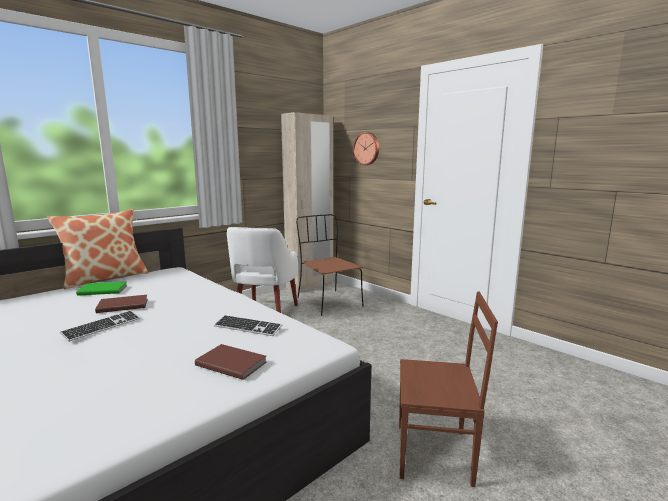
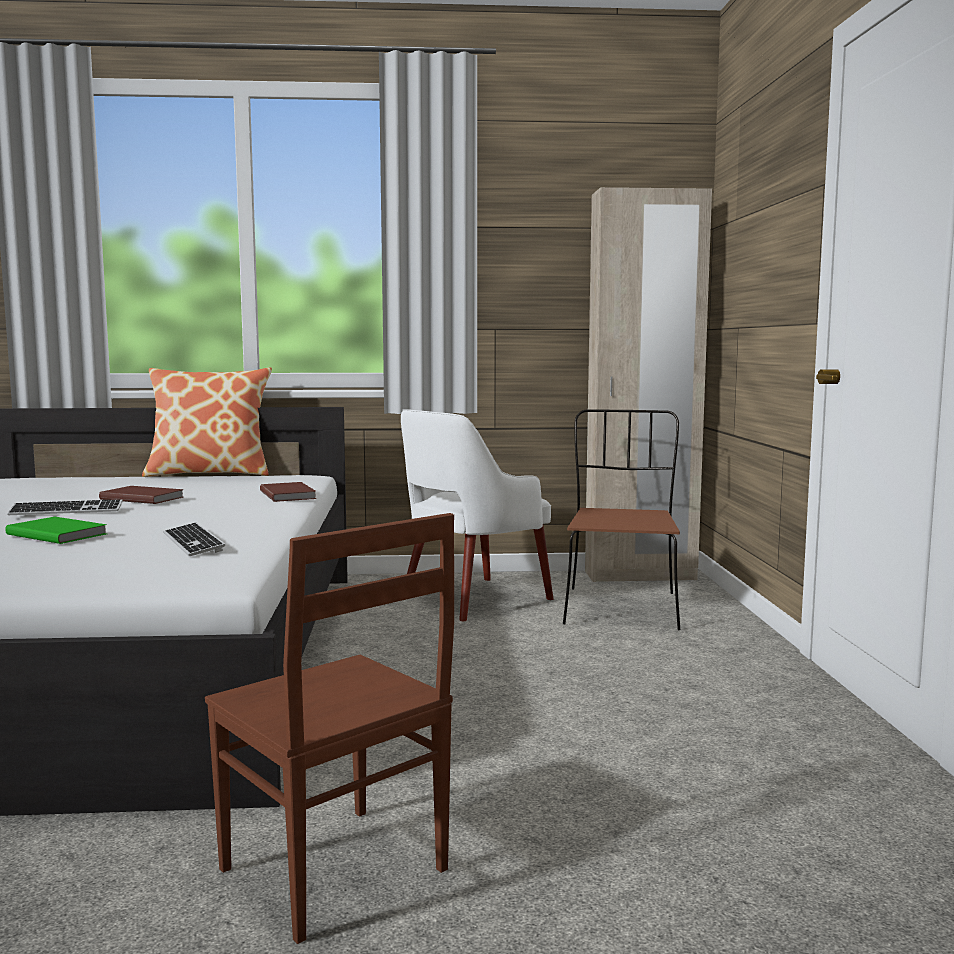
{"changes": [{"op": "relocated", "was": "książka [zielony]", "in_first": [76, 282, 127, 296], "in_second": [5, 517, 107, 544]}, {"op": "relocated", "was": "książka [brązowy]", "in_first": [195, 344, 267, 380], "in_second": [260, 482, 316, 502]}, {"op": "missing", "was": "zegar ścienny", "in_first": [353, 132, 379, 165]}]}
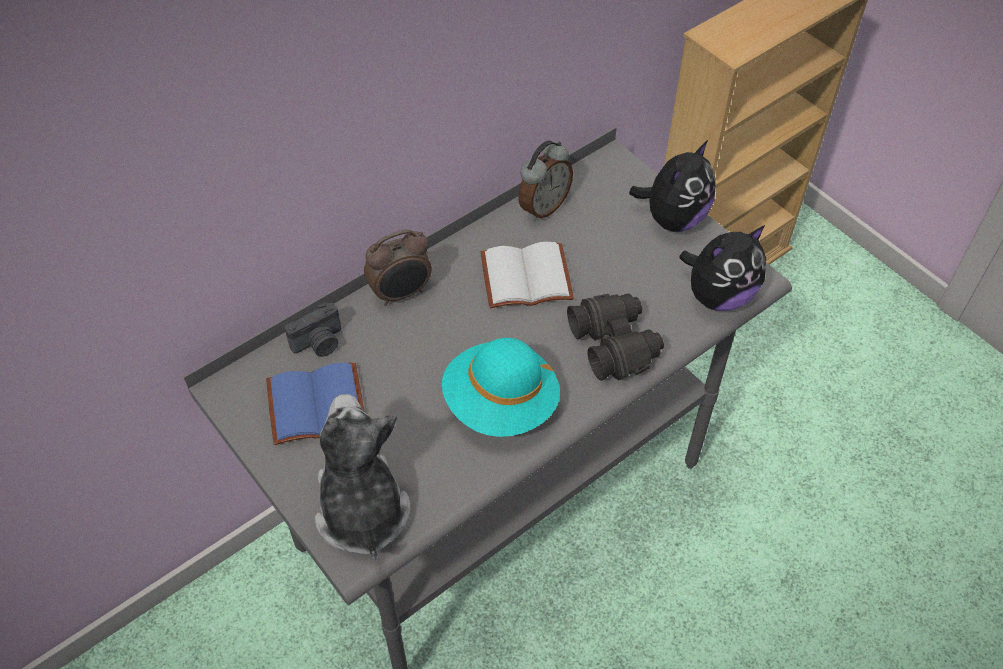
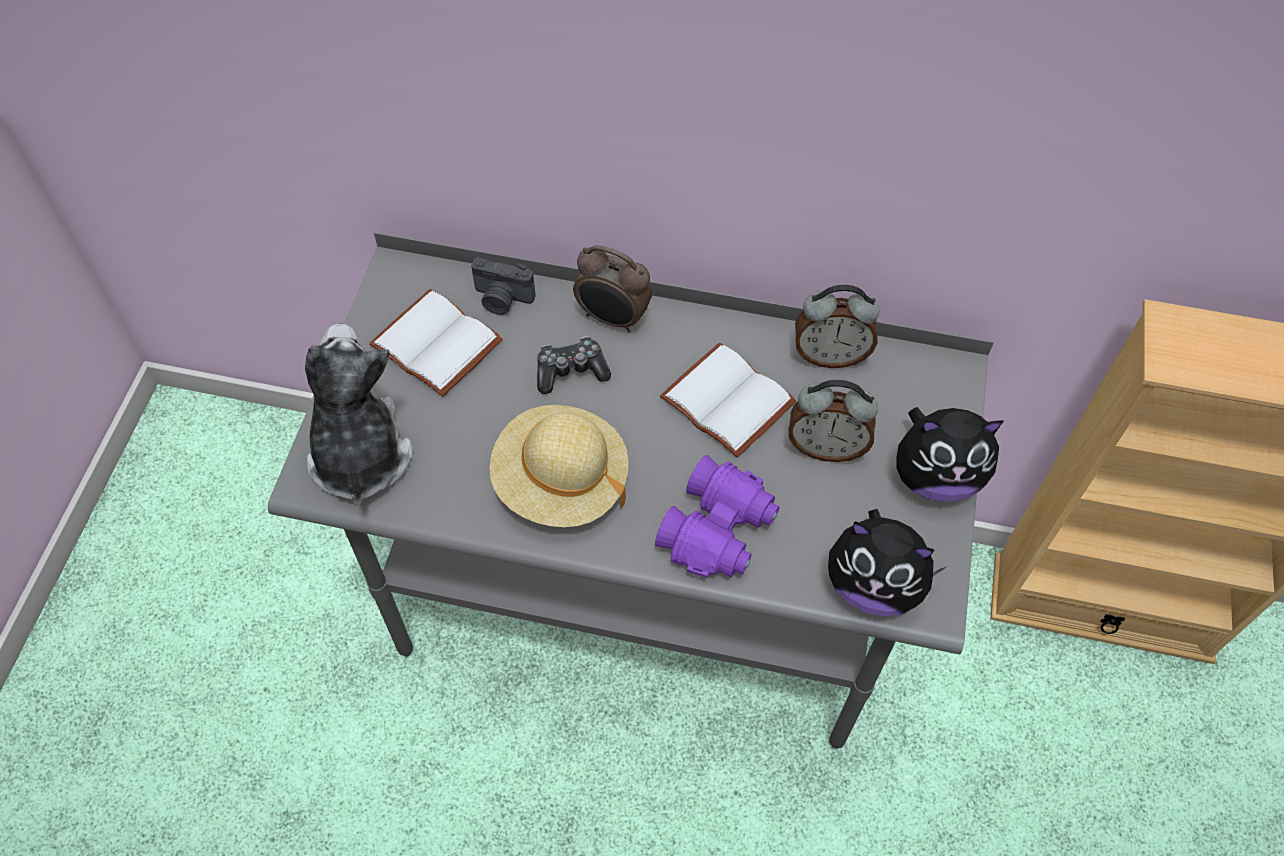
{"changes": [{"op": "spun", "was": "pluszak", "in_first": [314, 394, 410, 560], "in_second": [305, 323, 412, 506], "clockwise": -45}, {"op": "colour", "was": "książka [niebieski]", "now": "książka [biały]", "in_first": [266, 362, 364, 445], "in_second": [369, 289, 503, 397]}, {"op": "colour", "was": "kapelusz [turkusowy]", "now": "kapelusz [beżowy]", "in_first": [442, 338, 560, 437], "in_second": [490, 405, 629, 527]}, {"op": "appeared", "now": "pad do gier", "in_second": [537, 336, 611, 394]}, {"op": "colour", "was": "lornetka [czarny]", "now": "lornetka [fioletowy]", "in_first": [567, 293, 664, 381], "in_second": [655, 455, 779, 578]}, {"op": "appeared", "now": "budzik", "in_second": [788, 380, 878, 462]}]}
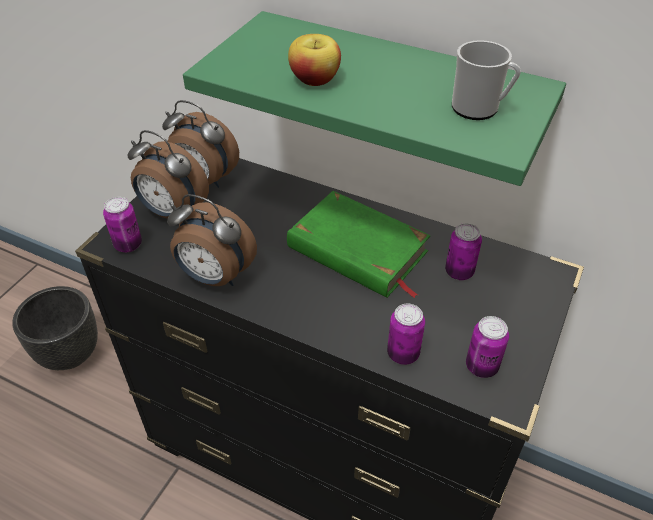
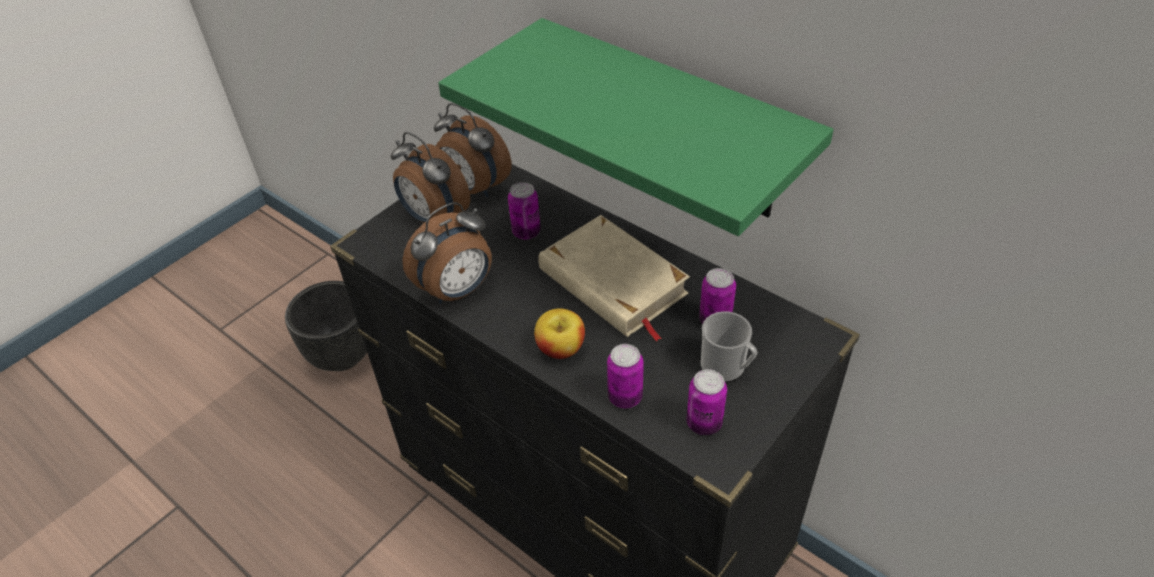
{"changes": [{"op": "spun", "was": "budzik", "in_first": [167, 194, 257, 286], "in_second": [402, 202, 492, 304], "clockwise": -75}, {"op": "relocated", "was": "puszka", "in_first": [103, 197, 142, 252], "in_second": [508, 182, 541, 240]}, {"op": "relocated", "was": "jabłko", "in_first": [288, 34, 341, 86], "in_second": [534, 308, 585, 359]}, {"op": "colour", "was": "książka [zielony]", "now": "książka [beżowy]", "in_first": [287, 191, 431, 298], "in_second": [539, 215, 690, 341]}, {"op": "relocated", "was": "kubek", "in_first": [452, 40, 521, 120], "in_second": [701, 311, 757, 383]}]}
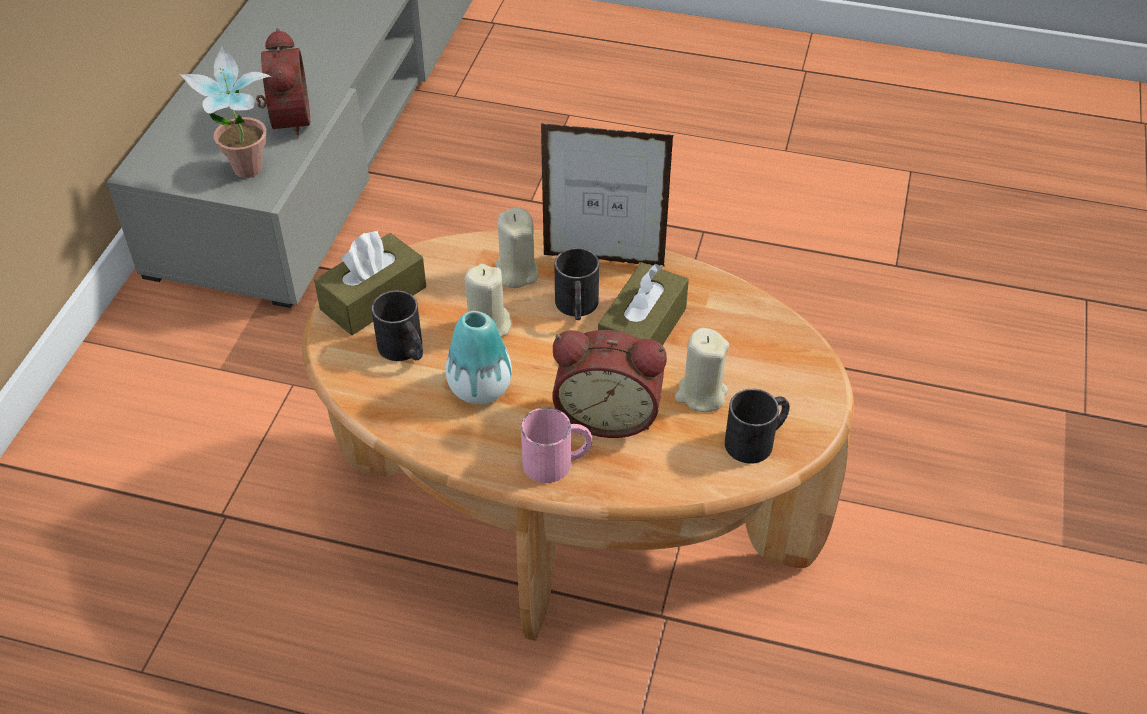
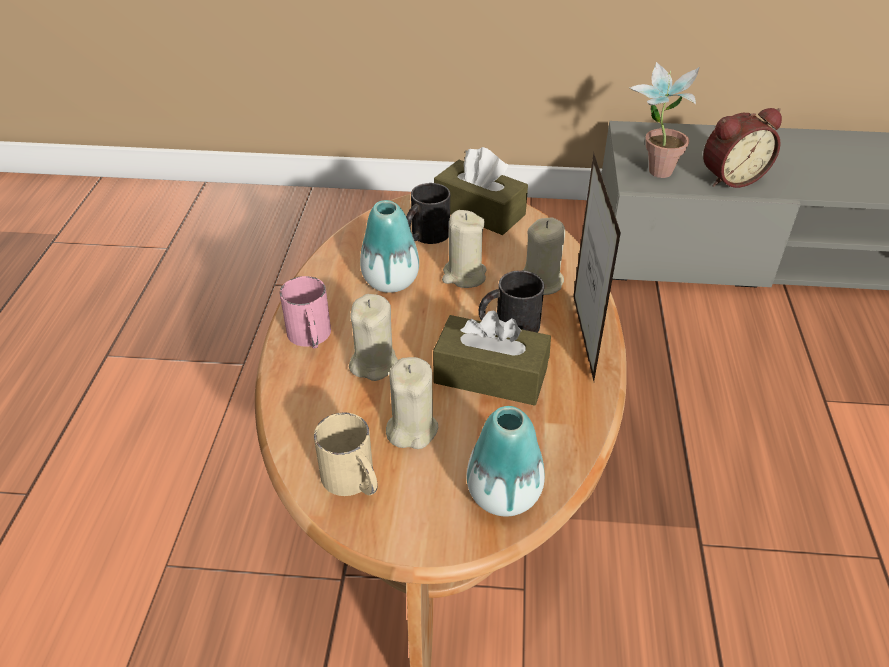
{"changes": [{"op": "colour", "was": "kubek [czarny]", "now": "kubek [beżowy]", "in_first": [725, 389, 790, 464], "in_second": [314, 412, 377, 496]}, {"op": "exchanged", "was": "budzik", "now": "świeca [beżowy]", "in_first": [552, 330, 667, 438], "in_second": [349, 294, 398, 381]}, {"op": "appeared", "now": "wazon", "in_second": [467, 406, 545, 516]}]}
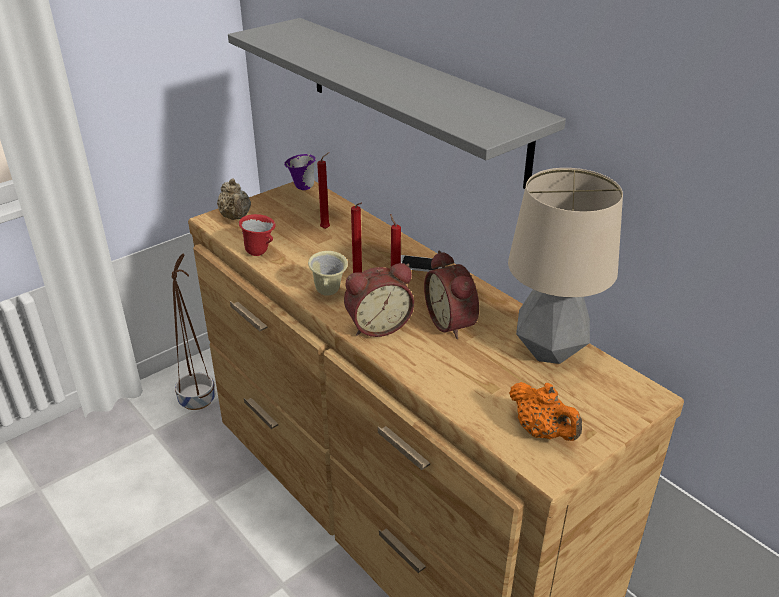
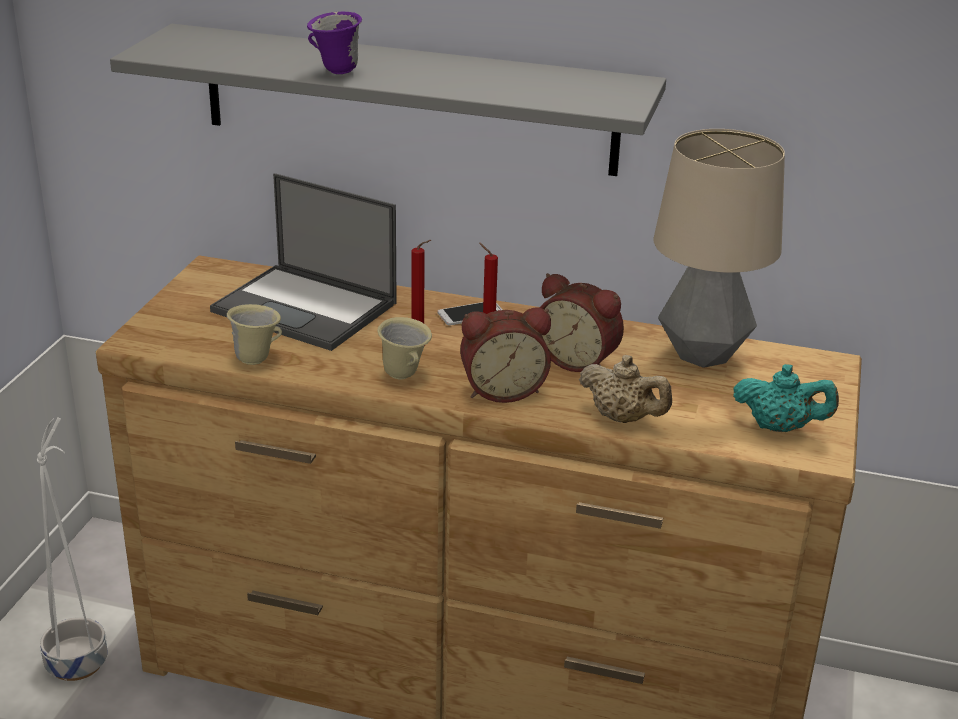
{"changes": [{"op": "colour", "was": "donica [brązowy]", "now": "donica [biały]", "in_first": [172, 253, 215, 410], "in_second": [37, 418, 108, 681]}, {"op": "exchanged", "was": "świeca [czerwony]", "now": "laptop", "in_first": [317, 152, 330, 229], "in_second": [210, 173, 397, 351]}, {"op": "colour", "was": "kubek [czerwony]", "now": "kubek [beżowy]", "in_first": [239, 214, 276, 256], "in_second": [227, 304, 282, 365]}, {"op": "relocated", "was": "kubek [fioletowy]", "in_first": [284, 154, 316, 190], "in_second": [307, 12, 362, 74]}, {"op": "spun", "was": "budzik", "in_first": [344, 263, 414, 337], "in_second": [460, 307, 551, 403], "clockwise": 45}, {"op": "relocated", "was": "imbryk [beżowy]", "in_first": [217, 178, 251, 220], "in_second": [579, 355, 672, 423]}, {"op": "colour", "was": "imbryk [pomarańczowy]", "now": "imbryk [turkusowy]", "in_first": [509, 382, 582, 441], "in_second": [733, 364, 839, 432]}]}
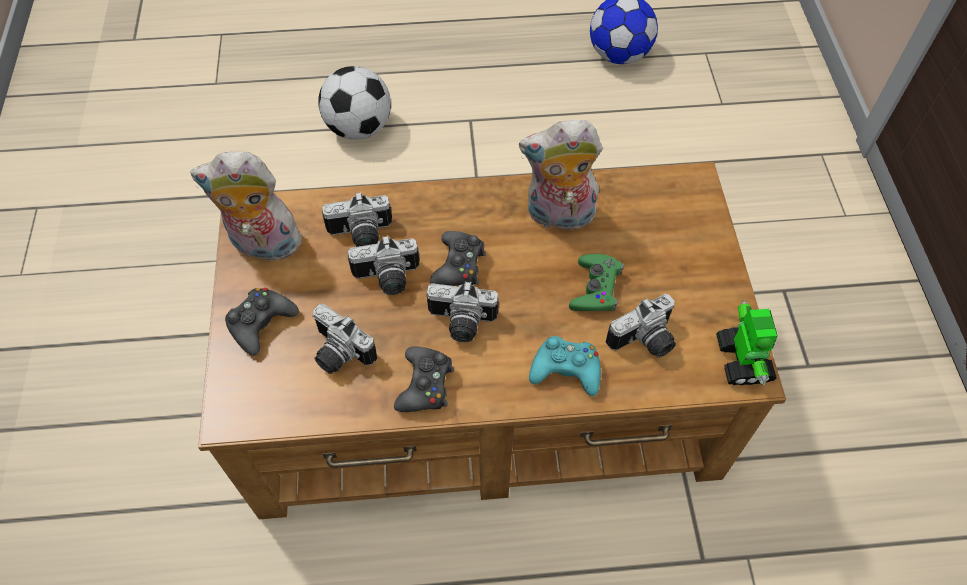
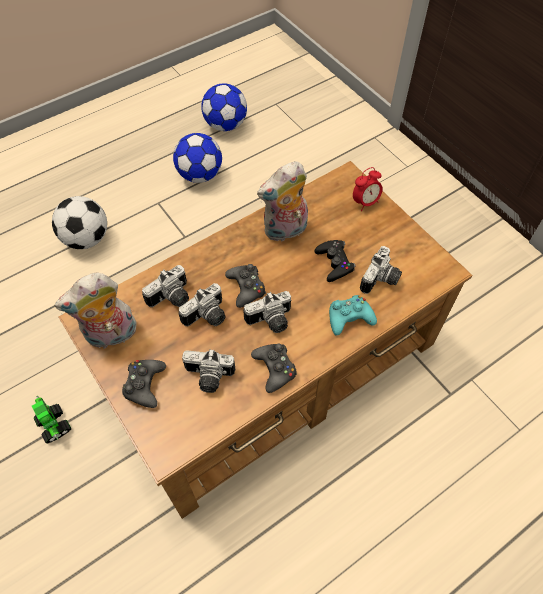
{"changes": [{"op": "relocated", "was": "robot zabawkowy", "in_first": [716, 300, 778, 386], "in_second": [32, 396, 71, 444]}, {"op": "appeared", "now": "piłka futbolowa", "in_second": [173, 133, 222, 183]}, {"op": "colour", "was": "pad do gier [zielony]", "now": "pad do gier [czarny]", "in_first": [569, 254, 624, 311], "in_second": [315, 240, 356, 282]}, {"op": "appeared", "now": "budzik", "in_second": [353, 167, 383, 211]}]}
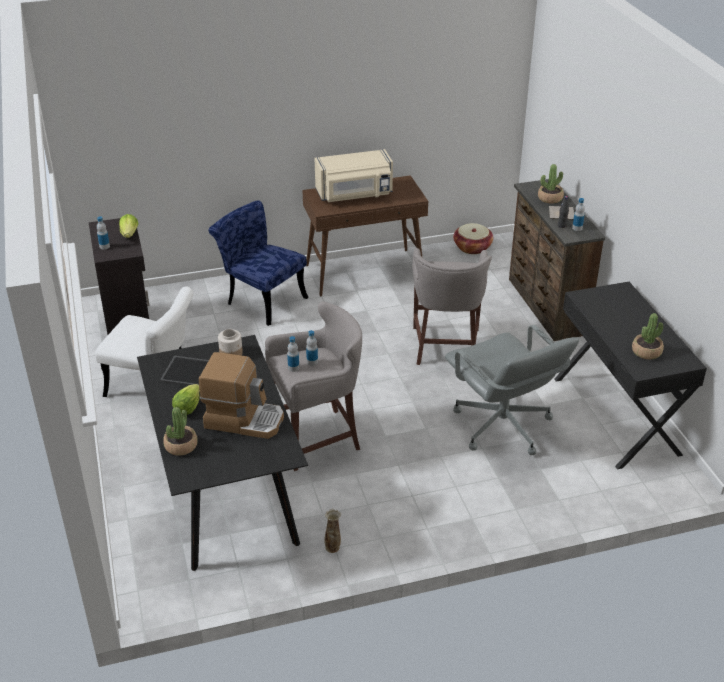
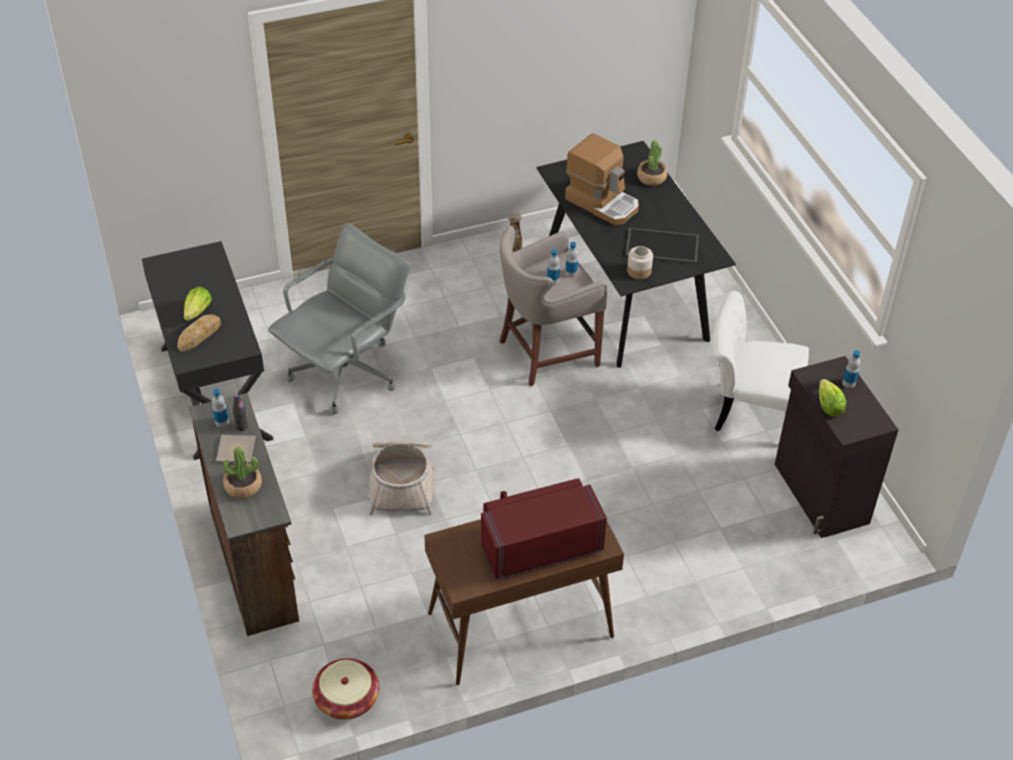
{"changes": [{"op": "appeared", "now": "chleb", "in_second": [177, 314, 221, 352]}, {"op": "relocated", "was": "sałata", "in_first": [172, 384, 200, 415], "in_second": [184, 287, 212, 321]}, {"op": "spun", "was": "krzesło biurowe [szary]", "in_first": [445, 325, 579, 455], "in_second": [268, 223, 410, 414], "clockwise": 75}, {"op": "exchanged", "was": "stołek [szary]", "now": "koszyk", "in_first": [412, 248, 492, 365], "in_second": [369, 442, 434, 516]}, {"op": "colour", "was": "mikrofalówka [beżowy]", "now": "mikrofalówka [czerwony]", "in_first": [315, 149, 393, 202], "in_second": [481, 478, 607, 580]}, {"op": "spun", "was": "ekspres do kawy", "in_first": [199, 352, 284, 439], "in_second": [565, 133, 639, 225], "clockwise": -150}, {"op": "missing", "was": "krzesło [niebieski]", "in_first": [209, 200, 308, 326]}, {"op": "missing", "was": "roślina doniczkowa", "in_first": [632, 313, 664, 359]}]}
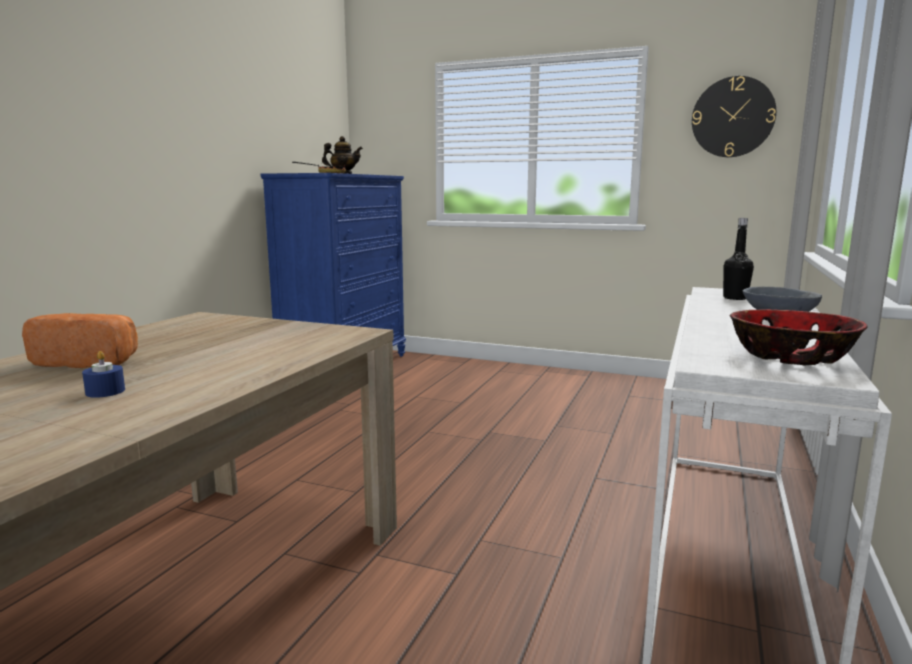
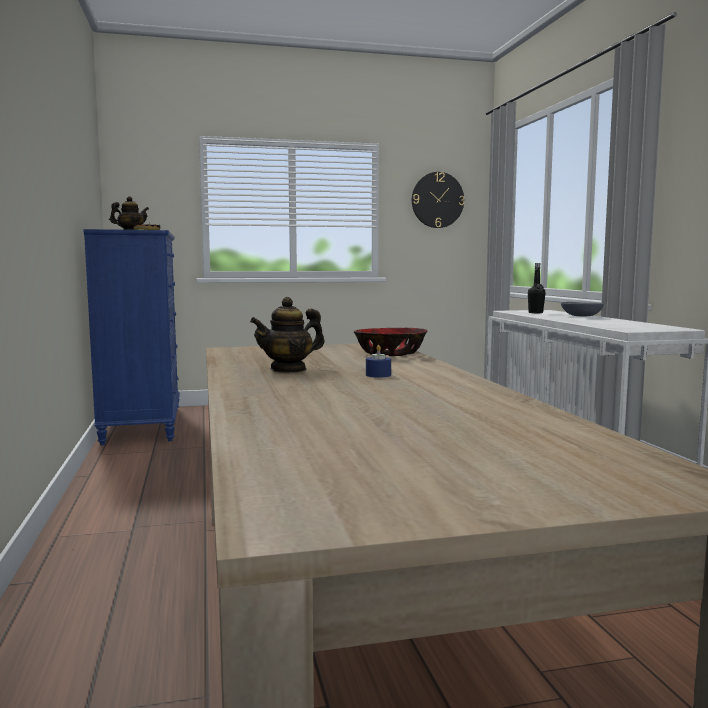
{"changes": [{"op": "exchanged", "was": "chleb", "now": "imbryk", "in_first": [22, 313, 138, 368], "in_second": [250, 297, 325, 373]}, {"op": "relocated", "was": "miska", "in_first": [730, 309, 868, 366], "in_second": [354, 328, 428, 356]}]}
